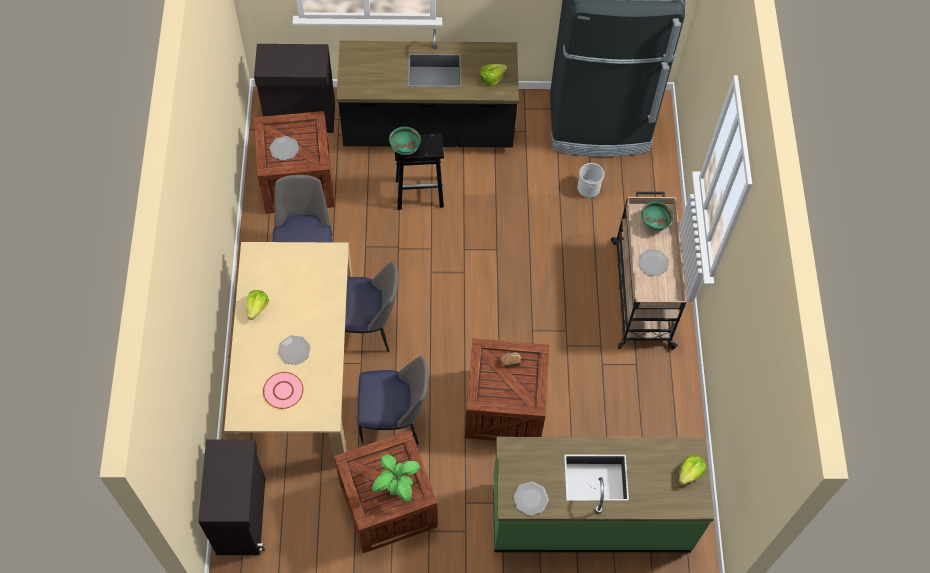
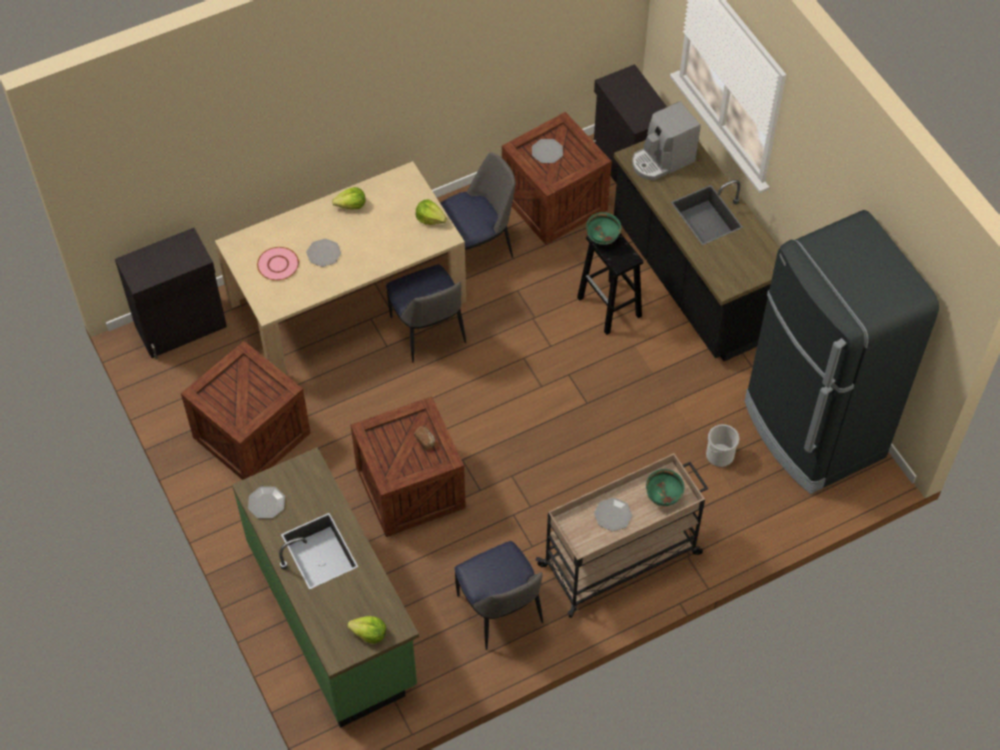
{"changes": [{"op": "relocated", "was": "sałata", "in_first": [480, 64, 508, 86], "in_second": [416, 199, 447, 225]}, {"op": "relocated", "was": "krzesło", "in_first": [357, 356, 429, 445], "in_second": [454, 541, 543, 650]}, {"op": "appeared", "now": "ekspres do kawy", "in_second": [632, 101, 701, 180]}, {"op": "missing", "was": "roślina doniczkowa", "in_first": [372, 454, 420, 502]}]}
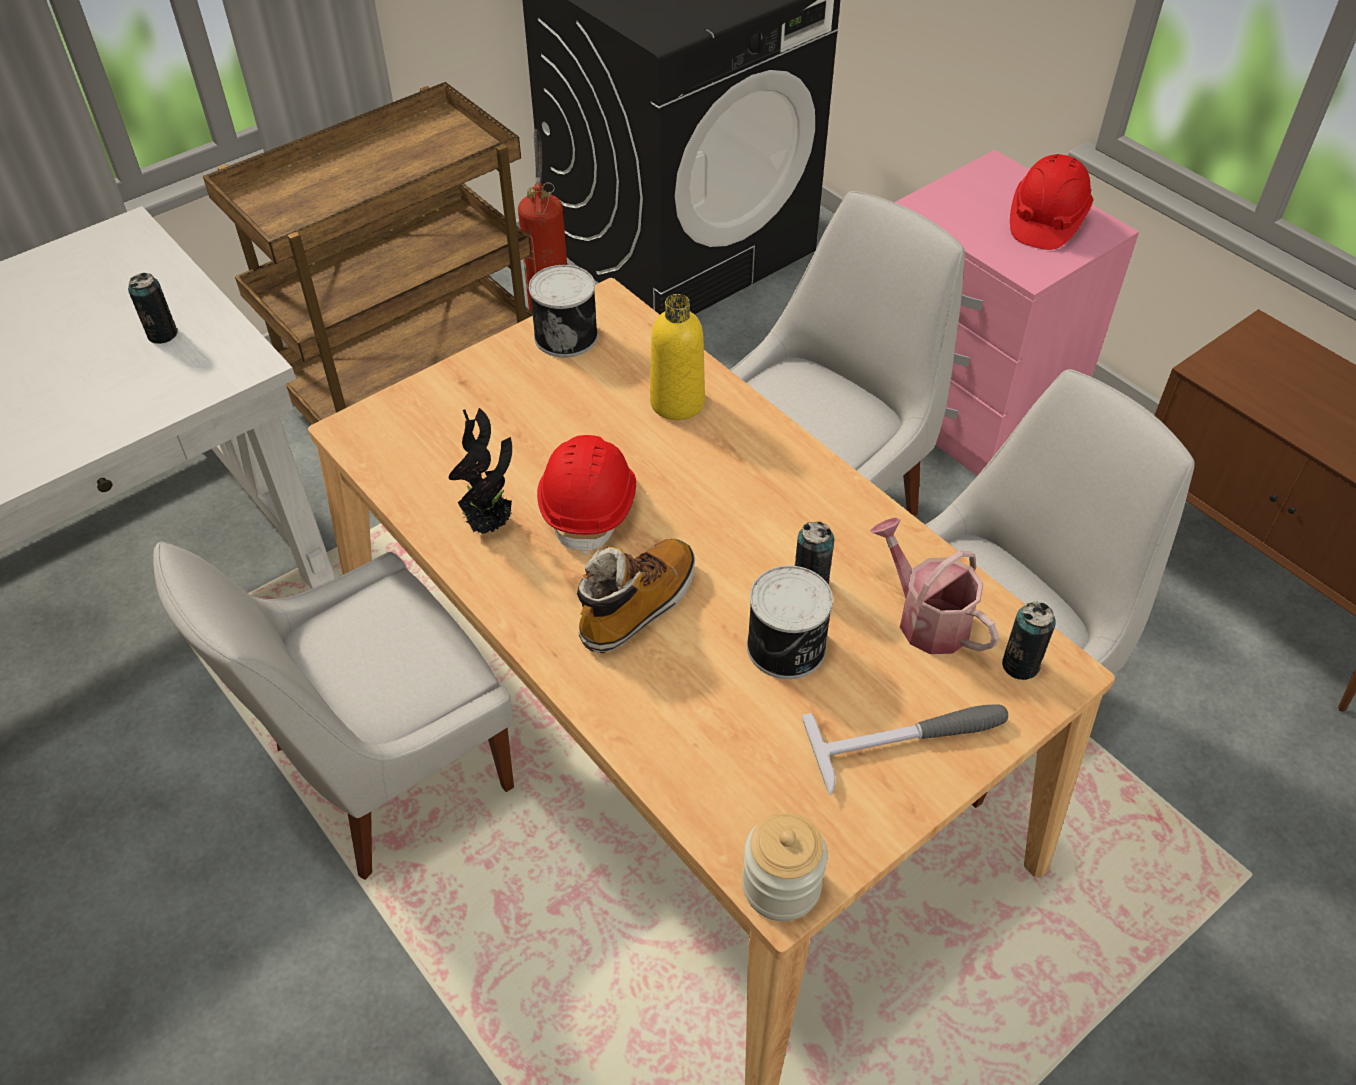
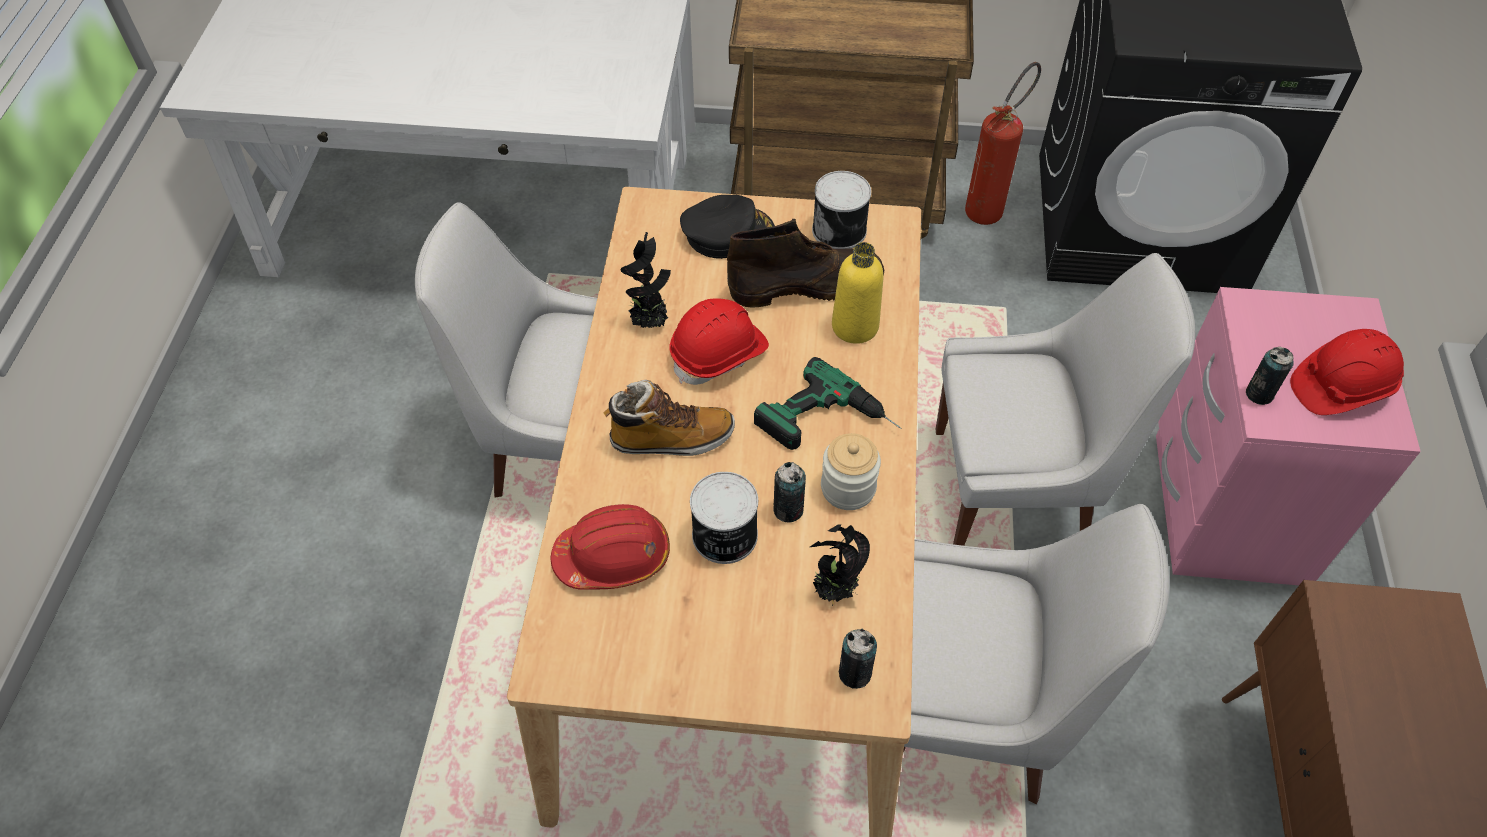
{"changes": [{"op": "appeared", "now": "kask [czerwony]", "in_second": [551, 504, 670, 590]}, {"op": "appeared", "now": "czapka z daszkiem [czarny]", "in_second": [680, 195, 775, 259]}, {"op": "appeared", "now": "but z cholewką [brązowy]", "in_second": [727, 219, 884, 307]}, {"op": "appeared", "now": "wiertarka", "in_second": [754, 357, 901, 450]}, {"op": "exchanged", "was": "konewka", "now": "roślina doniczkowa", "in_first": [870, 518, 1000, 654], "in_second": [810, 524, 870, 606]}, {"op": "relocated", "was": "słoik", "in_first": [742, 812, 827, 921], "in_second": [821, 433, 881, 510]}, {"op": "relocated", "was": "puszka", "in_first": [128, 273, 178, 344], "in_second": [1246, 347, 1294, 405]}, {"op": "missing", "was": "młotek", "in_first": [802, 705, 1008, 795]}]}
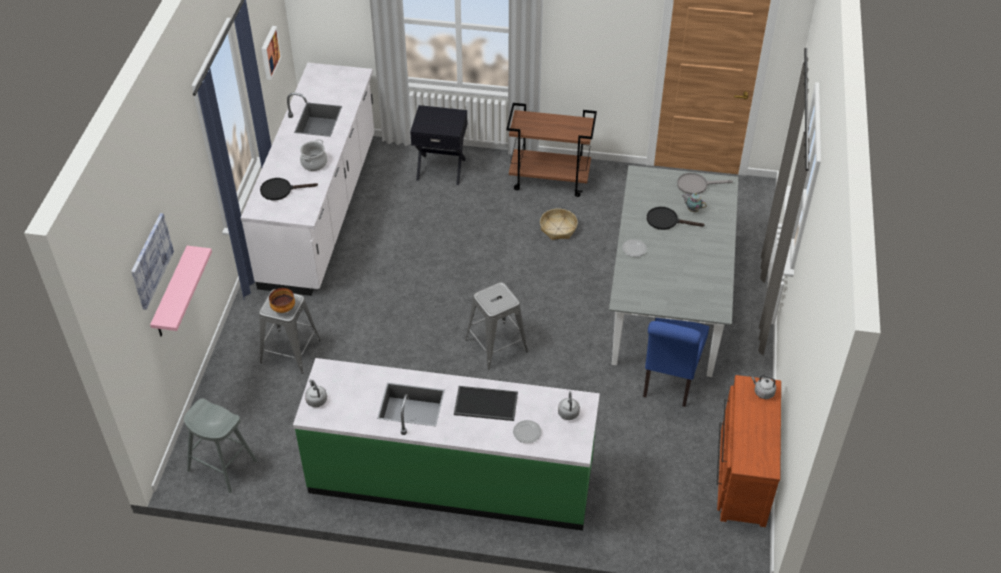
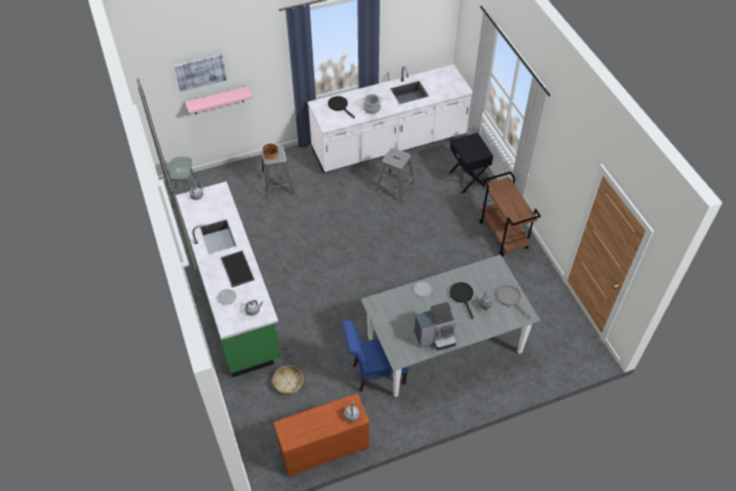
{"changes": [{"op": "relocated", "was": "koszyk", "in_first": [540, 209, 578, 240], "in_second": [272, 366, 303, 395]}, {"op": "relocated", "was": "stołek [szary]", "in_first": [465, 282, 528, 370], "in_second": [376, 148, 415, 203]}, {"op": "appeared", "now": "ekspres do kawy", "in_second": [414, 302, 456, 350]}, {"op": "missing", "was": "obraz", "in_first": [261, 26, 282, 80]}]}
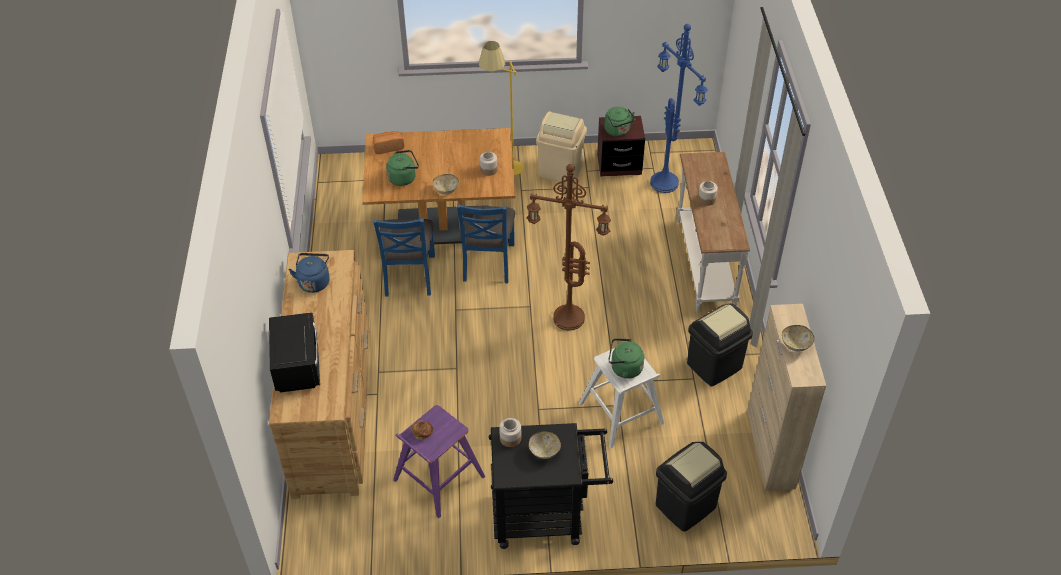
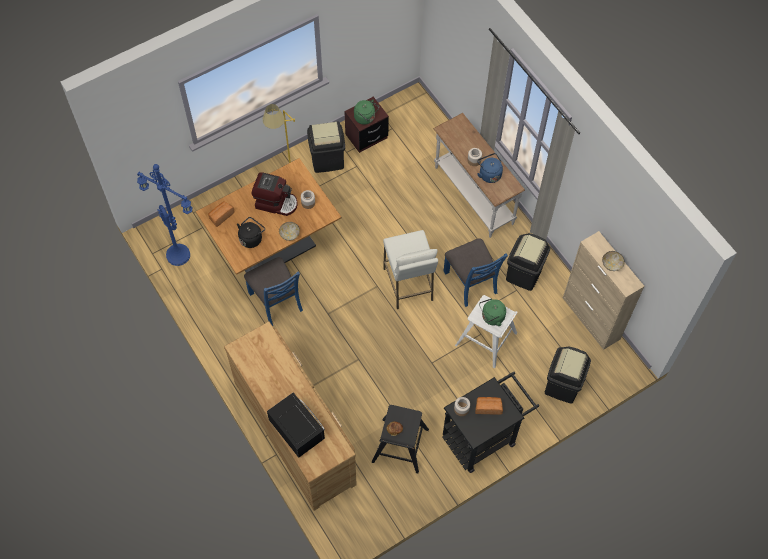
{"changes": [{"op": "relocated", "was": "lampa stojąca [niebieski]", "in_first": [650, 24, 708, 193], "in_second": [137, 164, 193, 266]}, {"op": "colour", "was": "czajnik [zielony]", "now": "czajnik [czarny]", "in_first": [386, 150, 419, 186], "in_second": [237, 217, 265, 248]}, {"op": "appeared", "now": "ekspres do kawy", "in_second": [252, 173, 298, 216]}, {"op": "colour", "was": "kosz na śmieci [beżowy]", "now": "kosz na śmieci [czarny]", "in_first": [536, 111, 587, 183], "in_second": [307, 121, 345, 173]}, {"op": "colour", "was": "stołek [fioletowy]", "now": "stołek [czarny]", "in_first": [393, 405, 485, 518], "in_second": [372, 405, 429, 473]}, {"op": "exchanged", "was": "lampa stojąca [brązowy]", "now": "stołek [biały]", "in_first": [527, 164, 611, 330], "in_second": [383, 230, 438, 309]}, {"op": "relocated", "was": "krzesło [niebieski]", "in_first": [457, 204, 515, 283], "in_second": [444, 238, 508, 307]}, {"op": "exchanged", "was": "miska", "now": "chleb", "in_first": [529, 431, 561, 459], "in_second": [475, 397, 503, 415]}, {"op": "relocated", "was": "czajnik [niebieski]", "in_first": [289, 253, 330, 293], "in_second": [477, 153, 503, 183]}]}
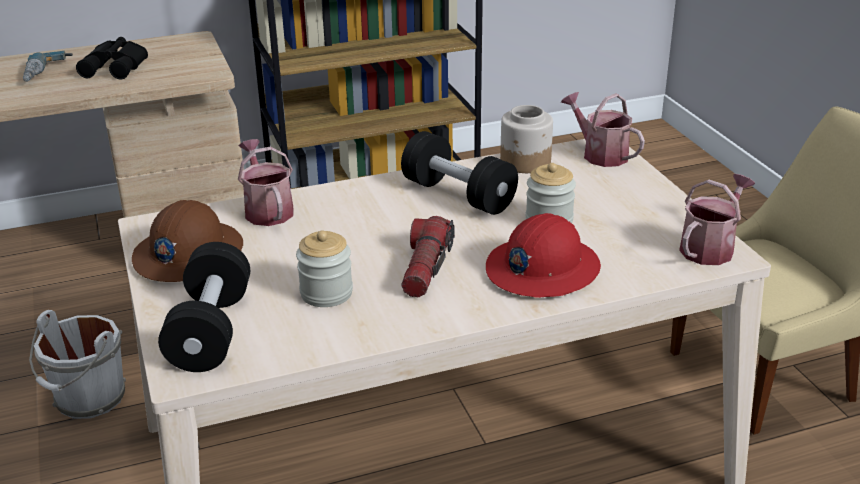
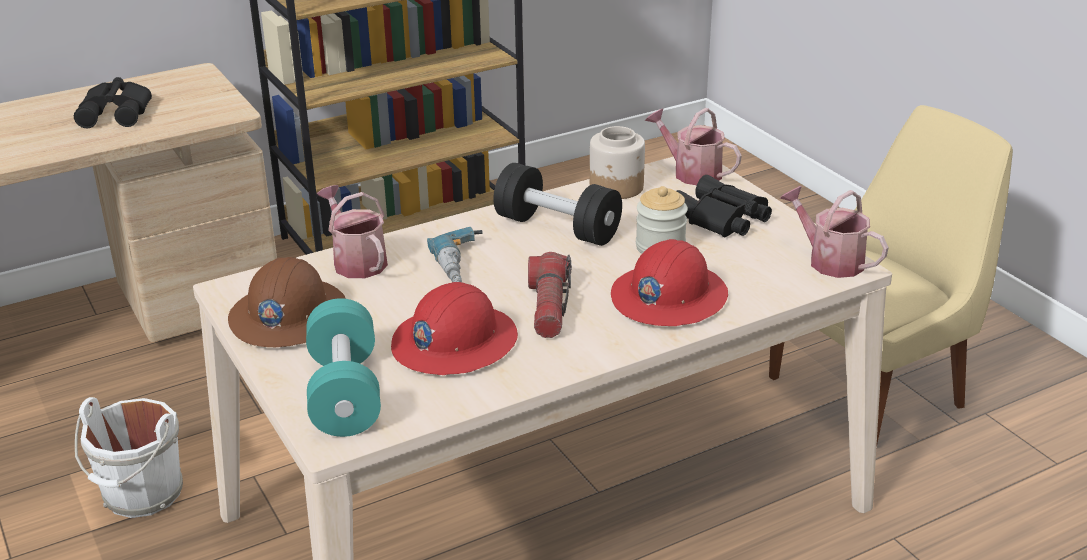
{"changes": [{"op": "colour", "was": "hantel [czarny]", "now": "hantel [turkusowy]", "in_first": [158, 242, 250, 372], "in_second": [306, 298, 381, 437]}, {"op": "exchanged", "was": "słoik", "now": "kask [czerwony]", "in_first": [296, 230, 353, 307], "in_second": [391, 282, 518, 375]}, {"op": "relocated", "was": "wiertarka", "in_first": [23, 51, 73, 82], "in_second": [427, 227, 483, 282]}, {"op": "appeared", "now": "lornetka [czarny]", "in_second": [677, 175, 772, 237]}, {"op": "spun", "was": "konewka", "in_first": [679, 174, 755, 265], "in_second": [780, 186, 889, 278], "clockwise": -75}]}
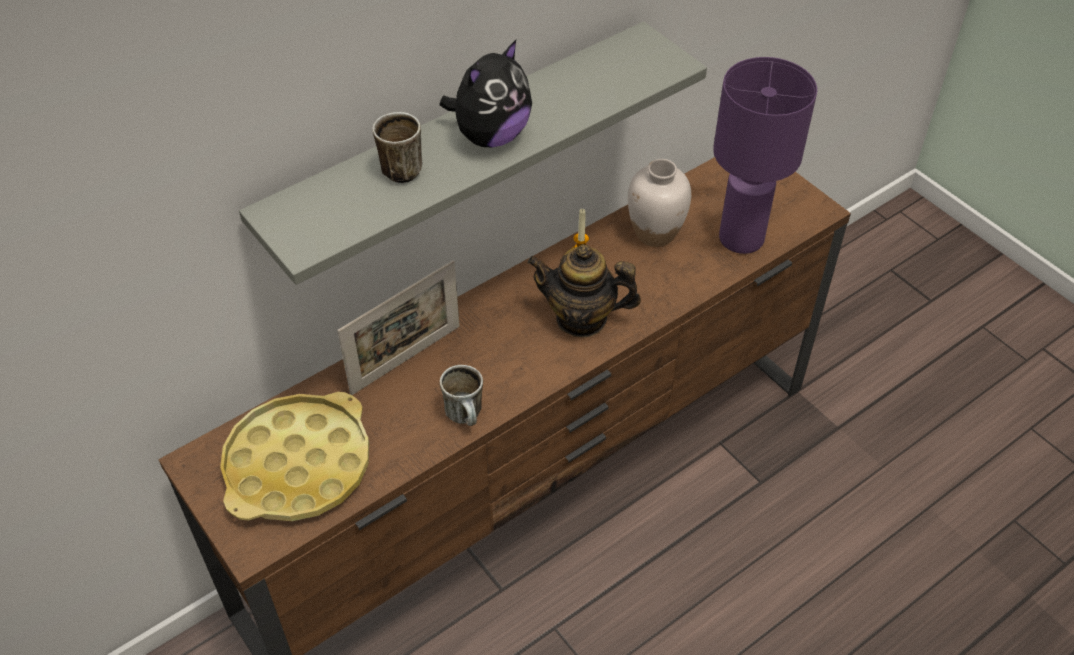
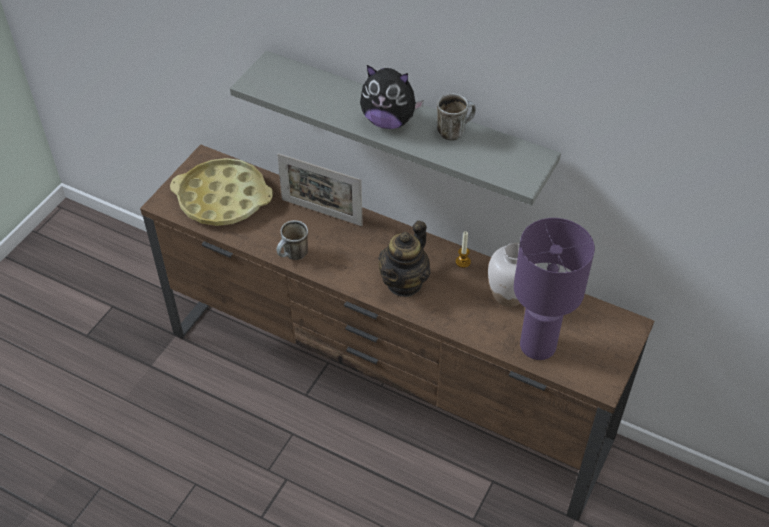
{"changes": [{"op": "spun", "was": "imbryk", "in_first": [527, 244, 641, 337], "in_second": [378, 221, 431, 297], "clockwise": -135}, {"op": "relocated", "was": "kubek", "in_first": [372, 112, 422, 183], "in_second": [437, 93, 476, 140]}]}
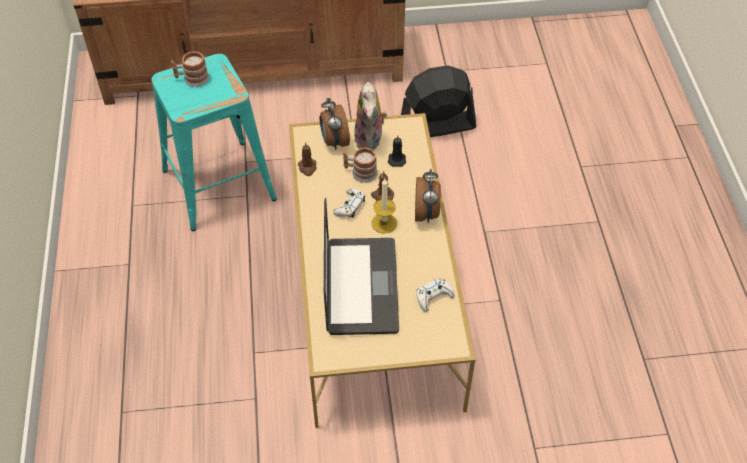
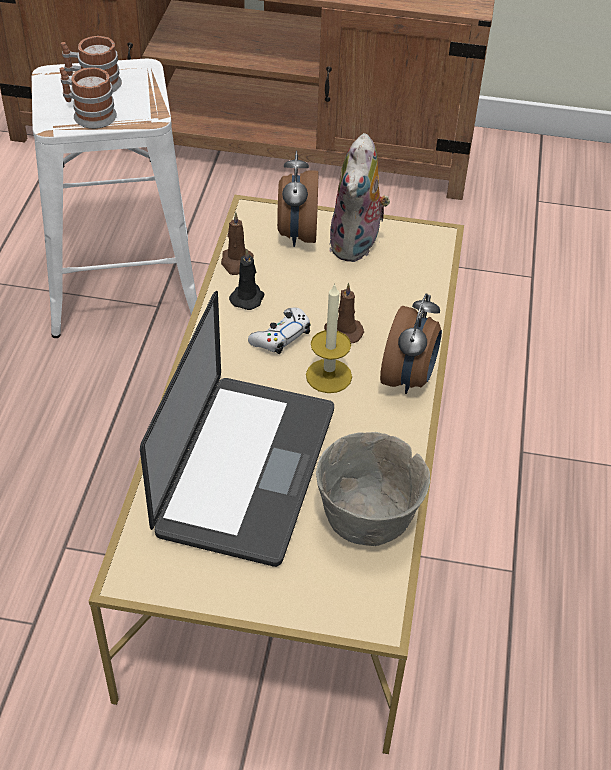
{"changes": [{"op": "colour", "was": "stołek [turkusowy]", "now": "stołek [biały]", "in_first": [151, 54, 277, 231], "in_second": [32, 59, 197, 338]}, {"op": "relocated", "was": "kubek", "in_first": [343, 148, 378, 183], "in_second": [60, 67, 117, 129]}, {"op": "relocated", "was": "świeca [czarny]", "in_first": [388, 135, 406, 167], "in_second": [229, 249, 264, 310]}, {"op": "exchanged", "was": "pad do gier [biały]", "now": "miska [szary]", "in_first": [416, 278, 455, 312], "in_second": [316, 432, 430, 546]}, {"op": "missing", "was": "wentylator [czarny]", "in_first": [401, 65, 476, 137]}]}
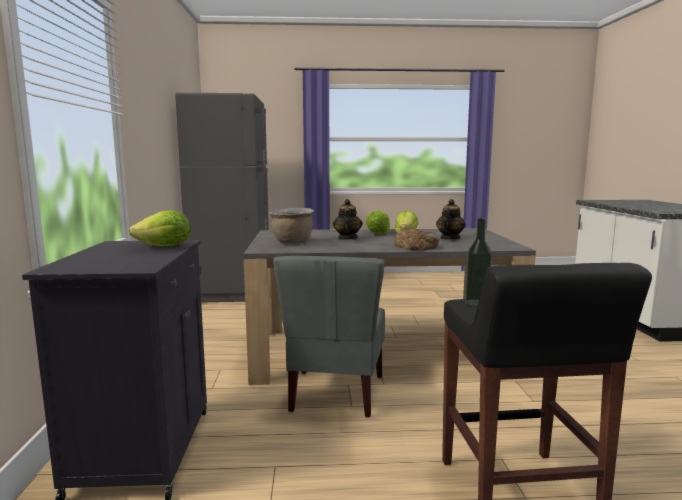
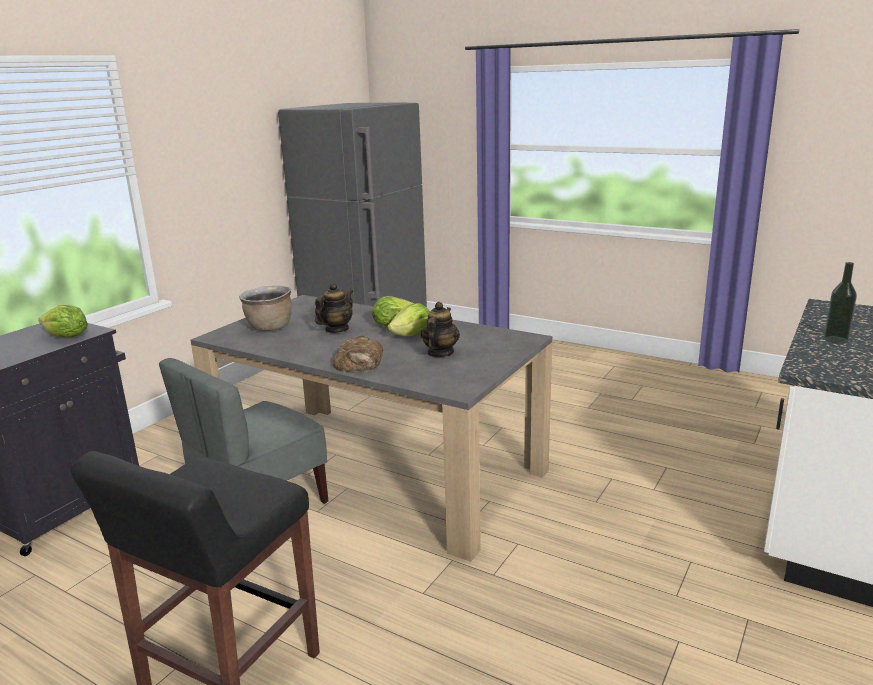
{"changes": [{"op": "spun", "was": "imbryk", "in_first": [436, 199, 466, 239], "in_second": [421, 302, 460, 357], "clockwise": -45}, {"op": "relocated", "was": "butelka", "in_first": [465, 218, 492, 307], "in_second": [824, 262, 857, 344]}]}
